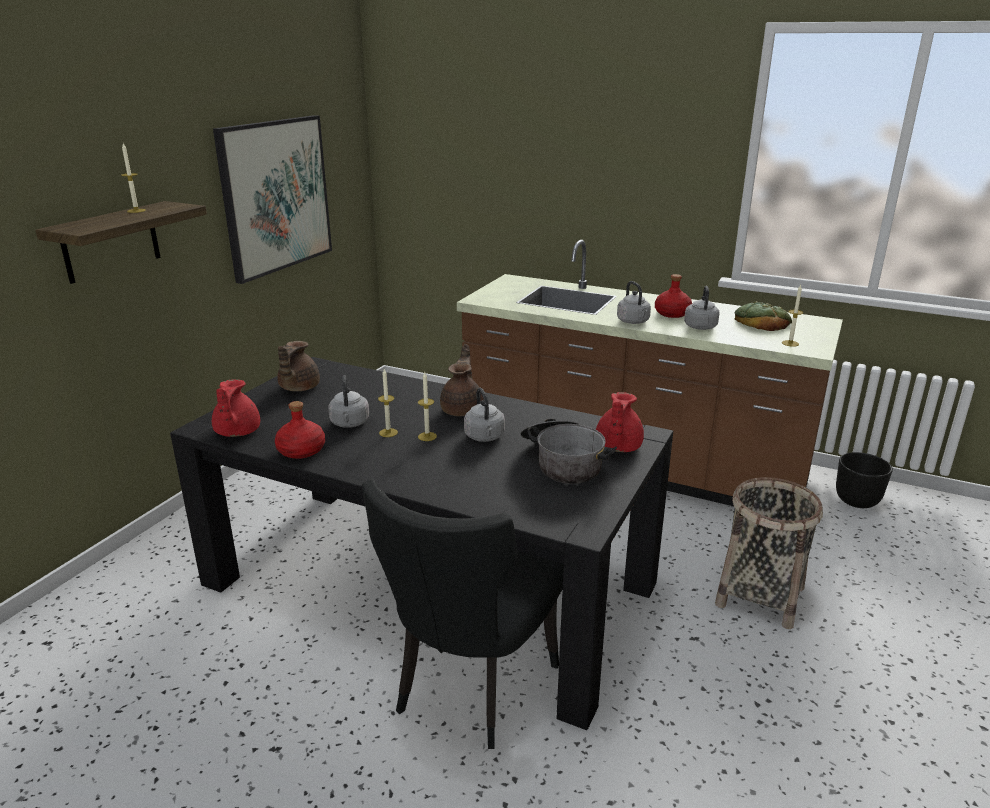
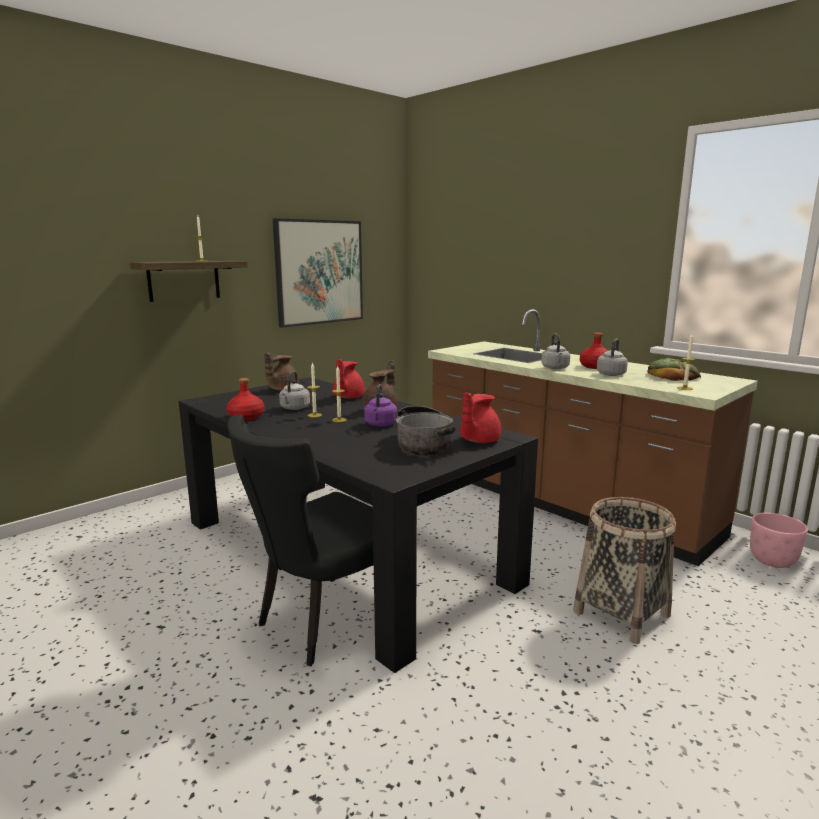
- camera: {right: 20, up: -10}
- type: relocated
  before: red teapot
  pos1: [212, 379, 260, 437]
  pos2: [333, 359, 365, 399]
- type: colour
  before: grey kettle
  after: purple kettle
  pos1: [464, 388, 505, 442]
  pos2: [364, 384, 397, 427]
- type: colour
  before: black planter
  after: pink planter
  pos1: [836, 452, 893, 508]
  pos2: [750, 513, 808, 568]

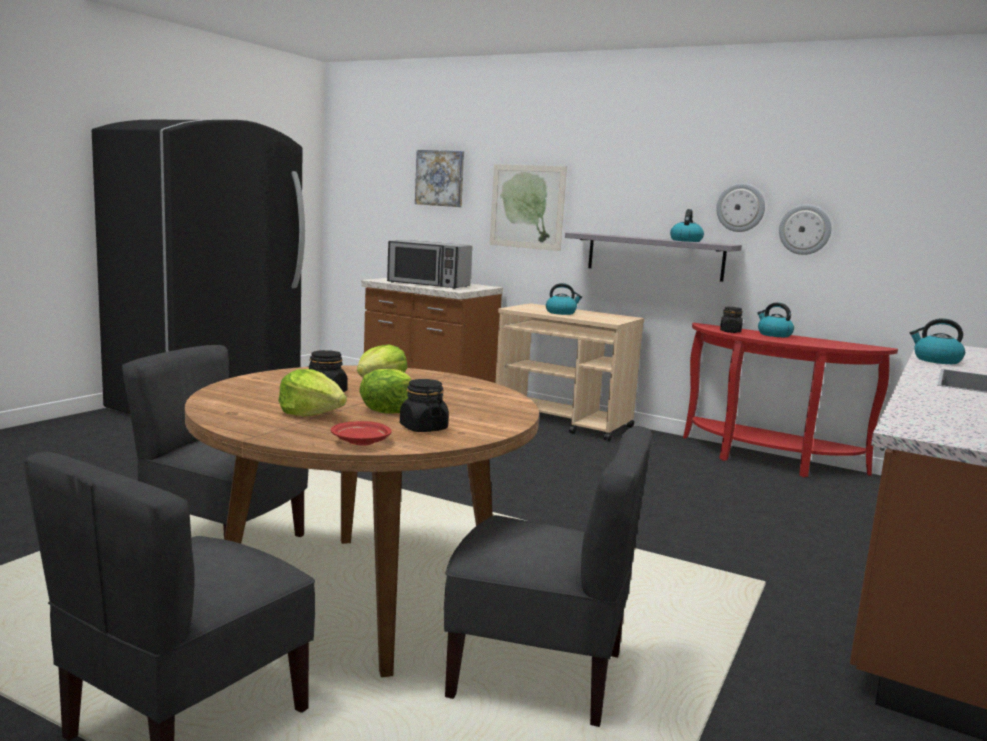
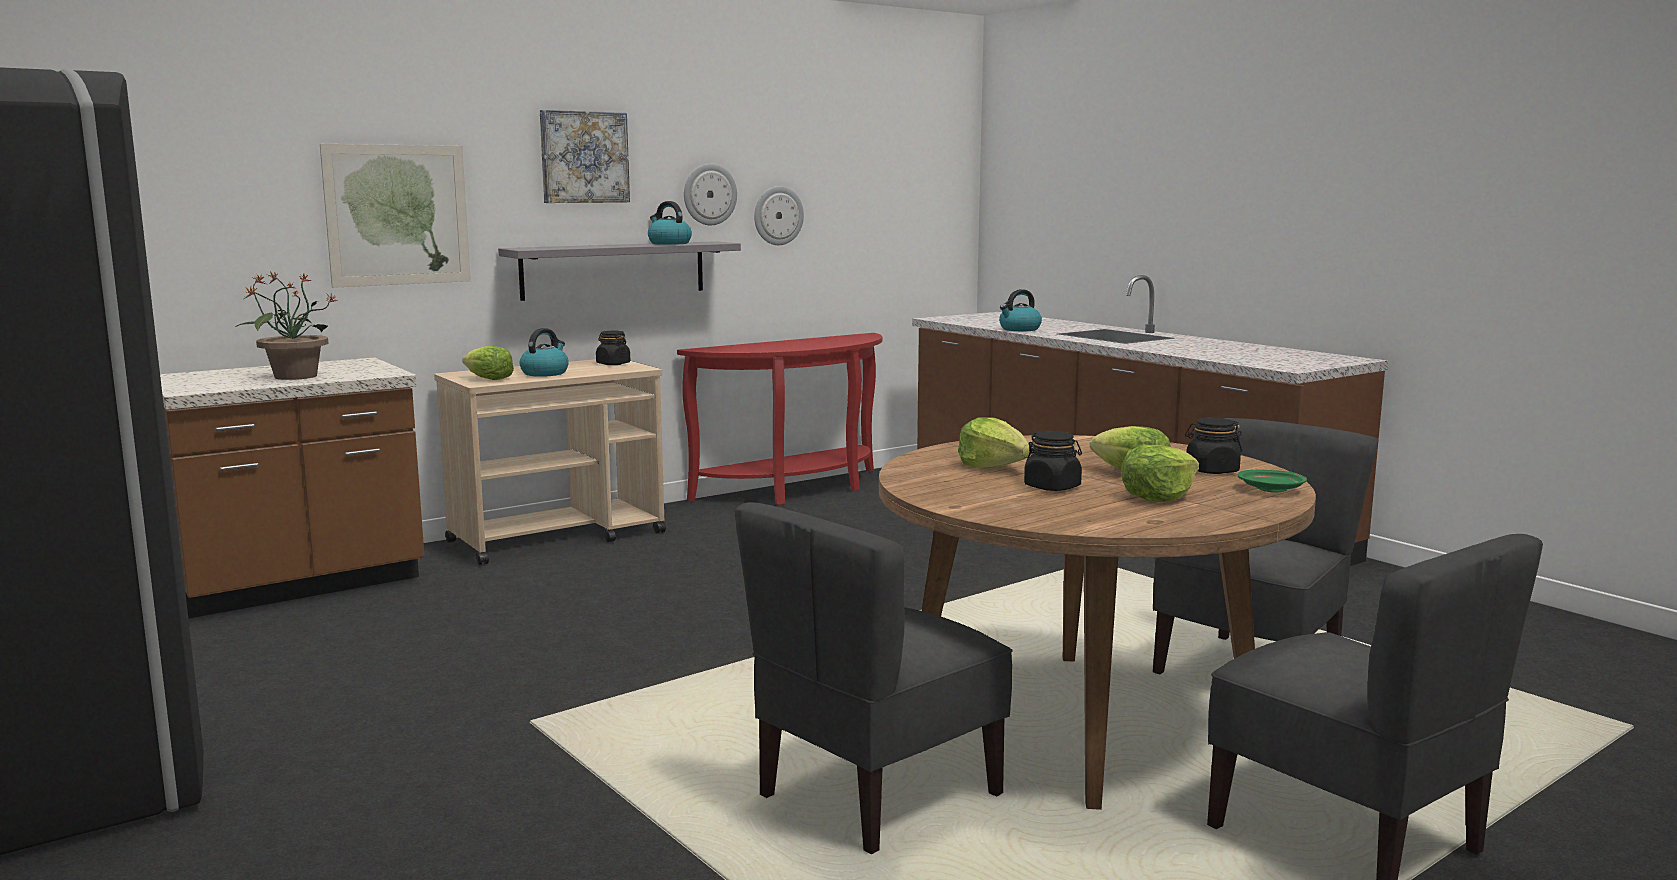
- camera: {right: -65, up: 0}
- type: colour
  before: red plate
  after: green plate
  pos1: [331, 421, 392, 445]
  pos2: [1238, 470, 1307, 493]
- type: exchanged
  before: microwave
  after: potted plant
  pos1: [387, 240, 472, 289]
  pos2: [234, 271, 338, 380]
- type: relocated
  before: picture
  pos1: [415, 150, 464, 207]
  pos2: [540, 110, 630, 203]
- type: relocated
  before: black jar
  pos1: [720, 307, 743, 333]
  pos2: [596, 331, 630, 365]
- type: missing
  before: kettle
  pos1: [757, 302, 794, 337]
- type: appeared
  after: lettuce
  pos2: [462, 346, 514, 380]

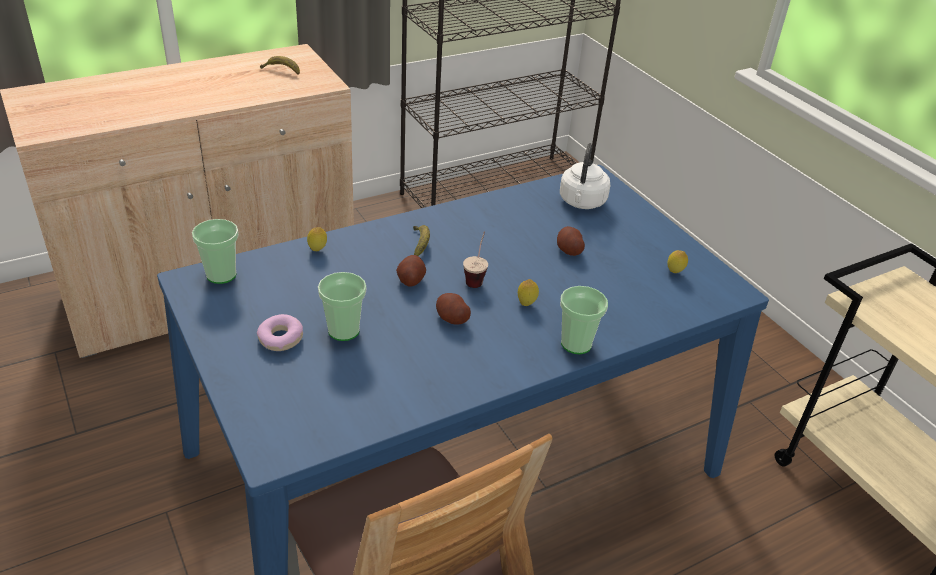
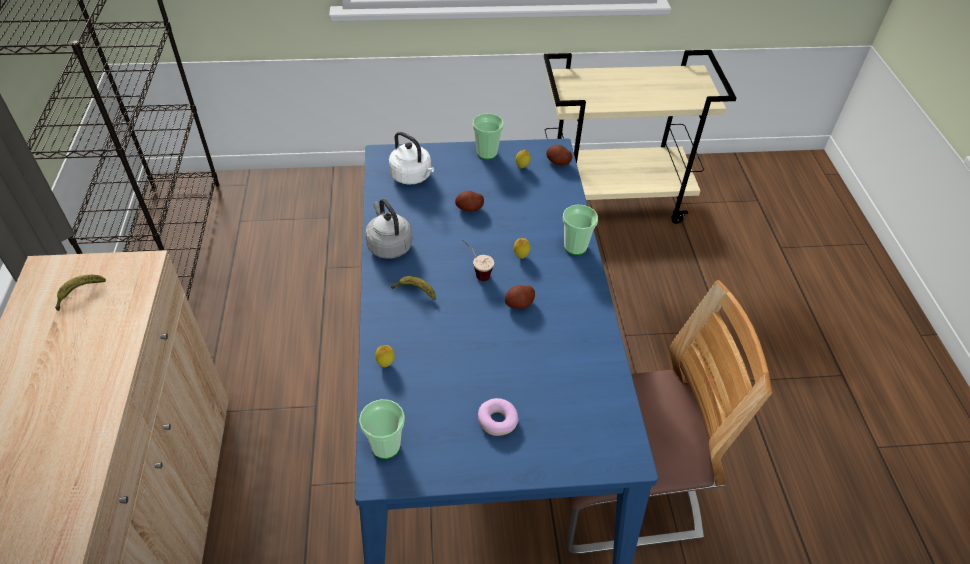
- camera: {right: -65, up: 10}
- type: relocated
  before: cup
  pos1: [318, 272, 366, 341]
  pos2: [472, 113, 504, 160]
- type: relocated
  before: potato
  pos1: [396, 255, 426, 287]
  pos2: [546, 145, 573, 166]
- type: appeared
  after: grey kettle
  pos2: [366, 199, 412, 259]

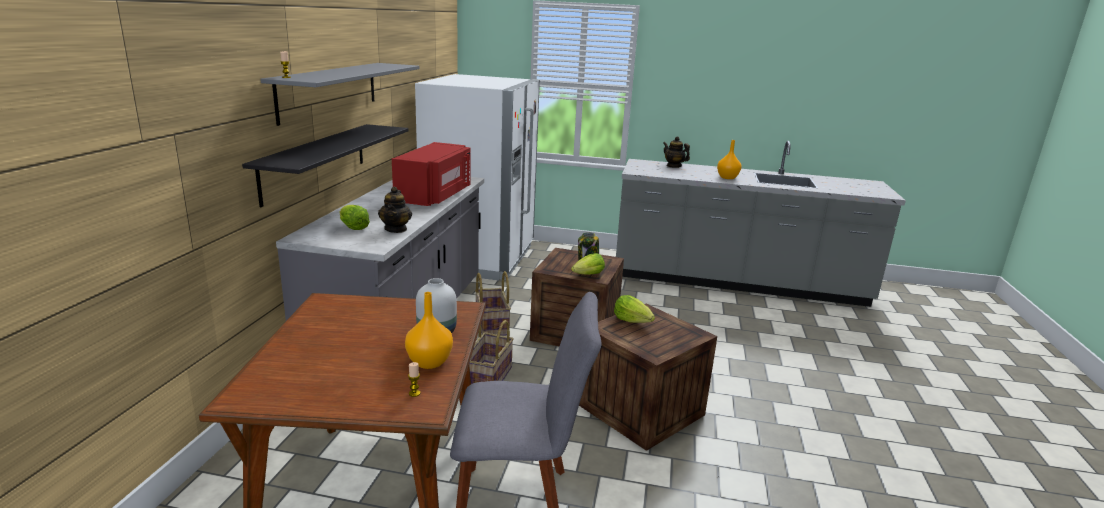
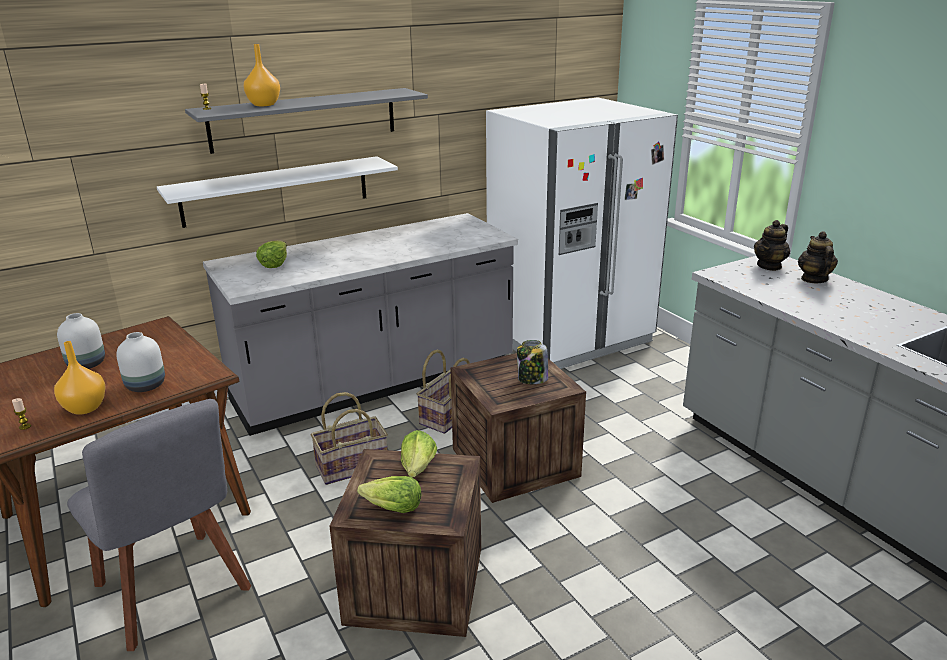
- camera: {right: 50, up: 5}
- type: colour
  before: black shelf
  after: white shelf
  pos1: [242, 124, 408, 207]
  pos2: [157, 156, 398, 228]
- type: relocated
  before: teapot
  pos1: [378, 187, 412, 233]
  pos2: [754, 220, 790, 271]
- type: missing
  before: red microwave
  pos1: [392, 142, 471, 206]
- type: relocated
  before: lettuce
  pos1: [571, 253, 605, 275]
  pos2: [357, 476, 422, 513]
- type: relocated
  before: orange vase
  pos1: [717, 140, 742, 179]
  pos2: [243, 44, 280, 106]
- type: appeared
  after: white vase
  pos2: [57, 313, 105, 369]

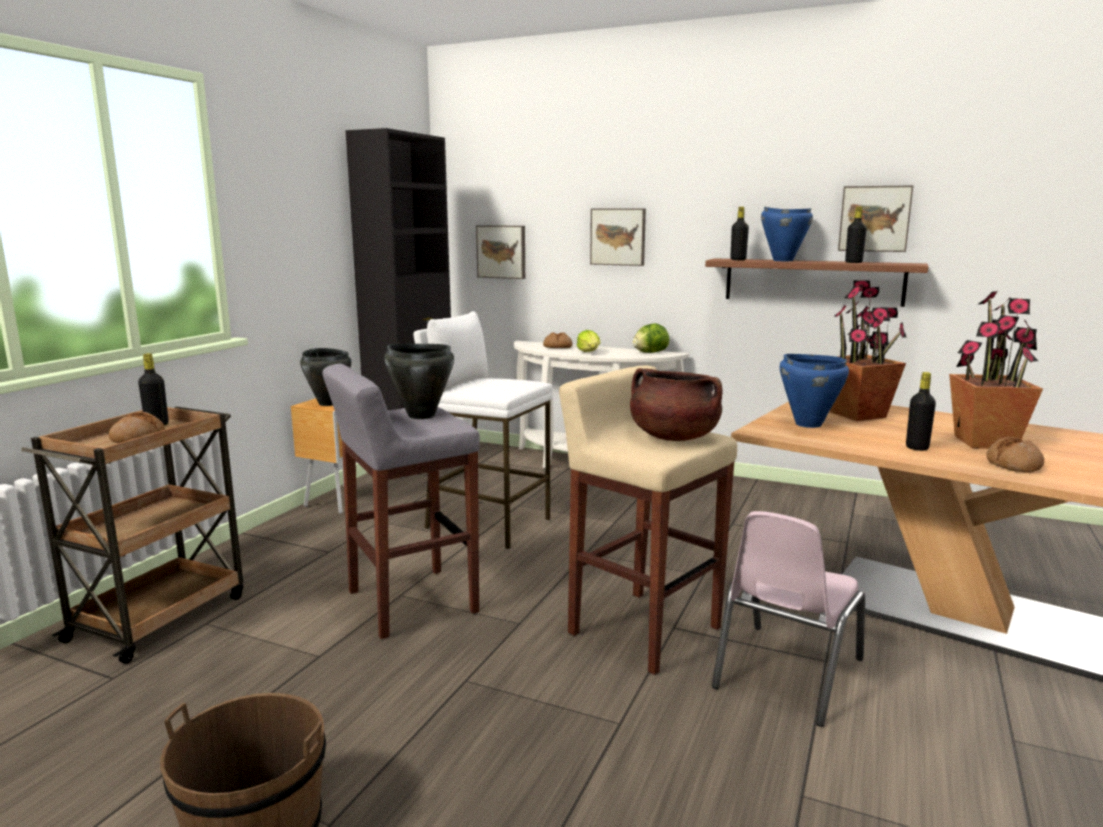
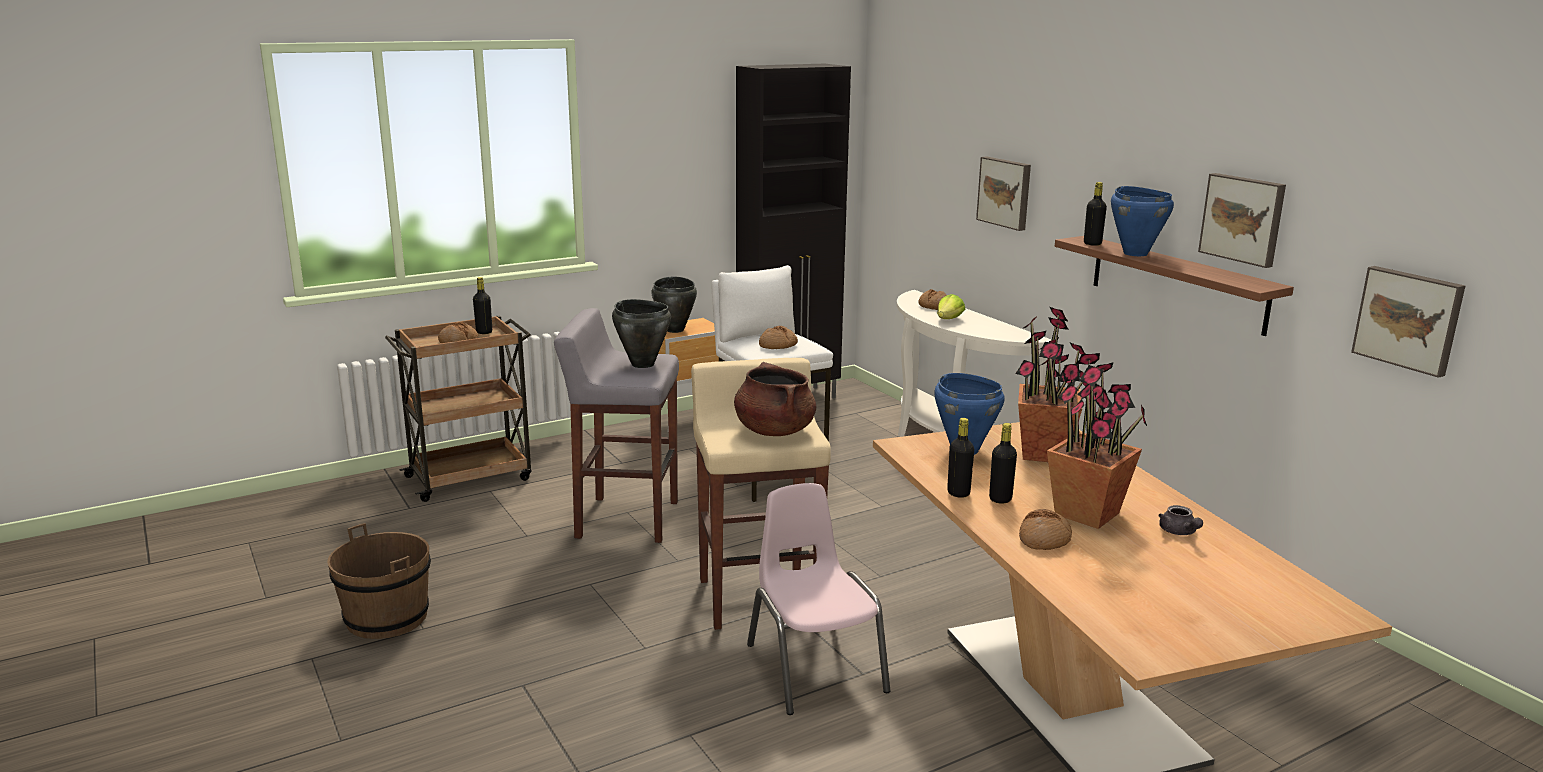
- camera: {right: 35, up: 5}
- type: relocated
  before: picture
  pos1: [476, 225, 525, 279]
  pos2: [1351, 266, 1465, 378]
- type: missing
  before: lettuce
  pos1: [633, 323, 669, 353]
- type: spun
  before: pink chair
  pos1: [712, 511, 865, 727]
  pos2: [747, 483, 890, 715]
  turn: 90
- type: relocated
  before: black bottle
  pos1: [845, 206, 867, 263]
  pos2: [947, 418, 974, 498]
- type: appeared
  after: bread
  pos2: [759, 326, 798, 349]
- type: appeared
  after: grey teapot
  pos2: [1158, 505, 1203, 535]

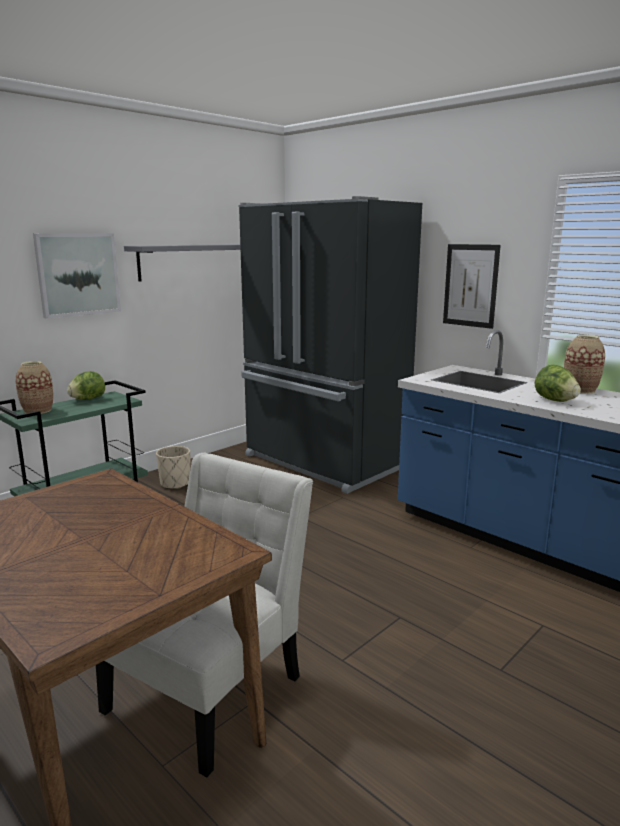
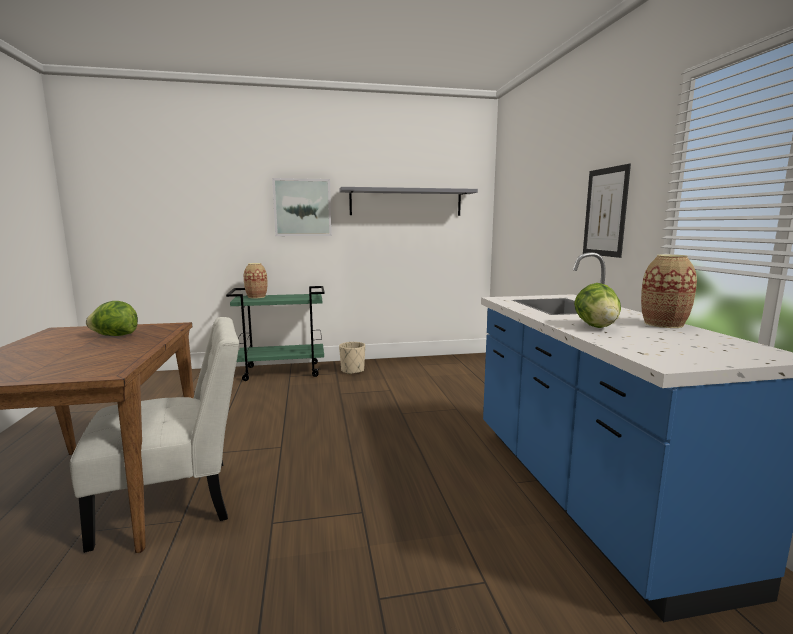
- camera: {right: 35, up: -5}
- type: relocated
  before: lettuce
  pos1: [67, 371, 105, 400]
  pos2: [86, 301, 138, 336]
- type: missing
  before: black fridge
  pos1: [239, 196, 422, 494]

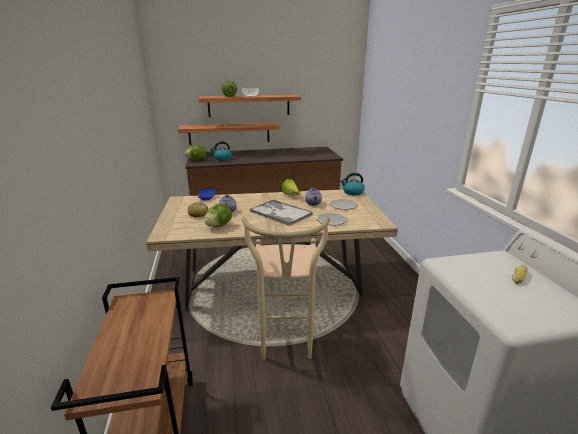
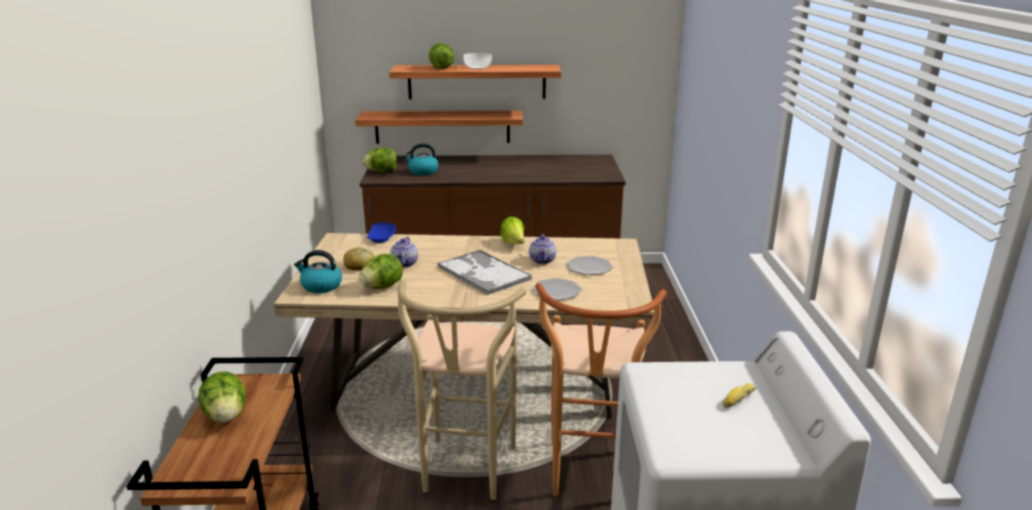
- camera: {right: 10, up: 0}
- type: relocated
  before: kettle
  pos1: [340, 173, 365, 195]
  pos2: [294, 250, 342, 293]
- type: appeared
  after: lettuce
  pos2: [198, 371, 246, 423]
- type: appeared
  after: brown stool
  pos2: [535, 283, 667, 496]

